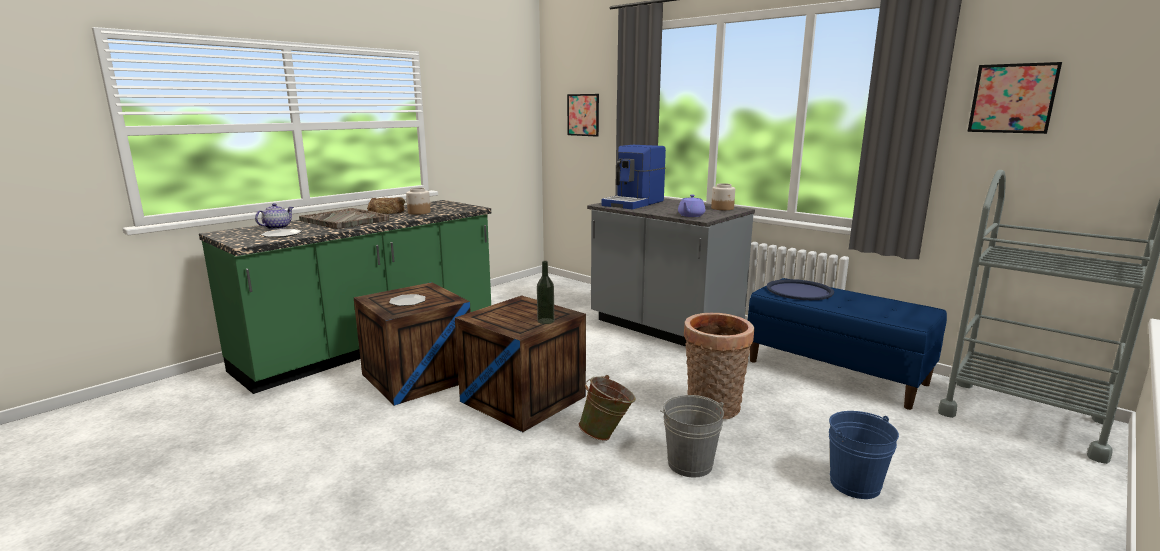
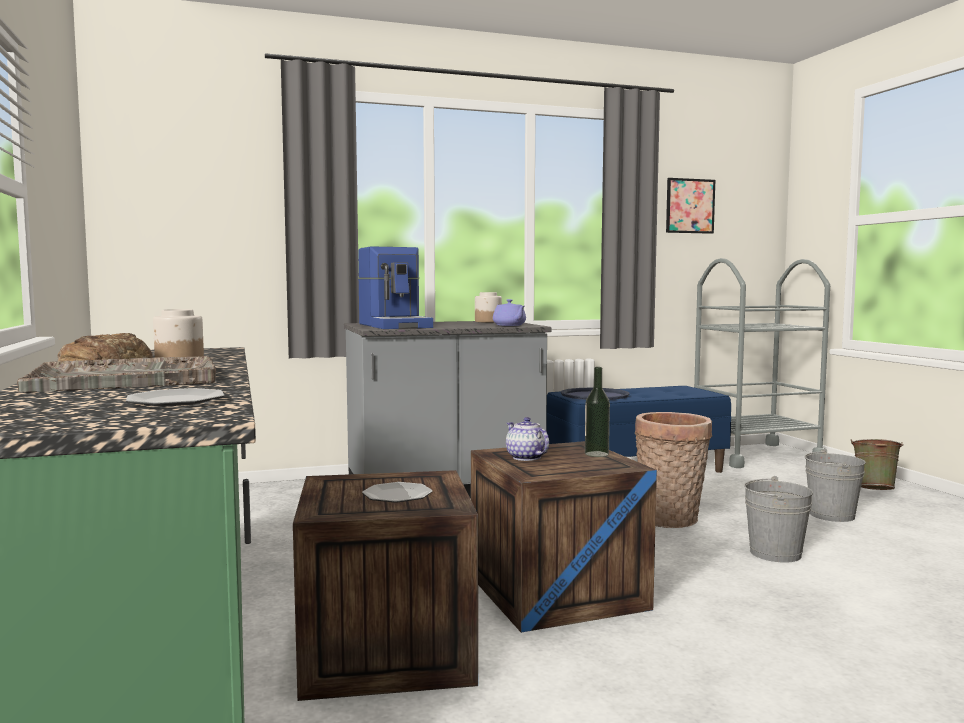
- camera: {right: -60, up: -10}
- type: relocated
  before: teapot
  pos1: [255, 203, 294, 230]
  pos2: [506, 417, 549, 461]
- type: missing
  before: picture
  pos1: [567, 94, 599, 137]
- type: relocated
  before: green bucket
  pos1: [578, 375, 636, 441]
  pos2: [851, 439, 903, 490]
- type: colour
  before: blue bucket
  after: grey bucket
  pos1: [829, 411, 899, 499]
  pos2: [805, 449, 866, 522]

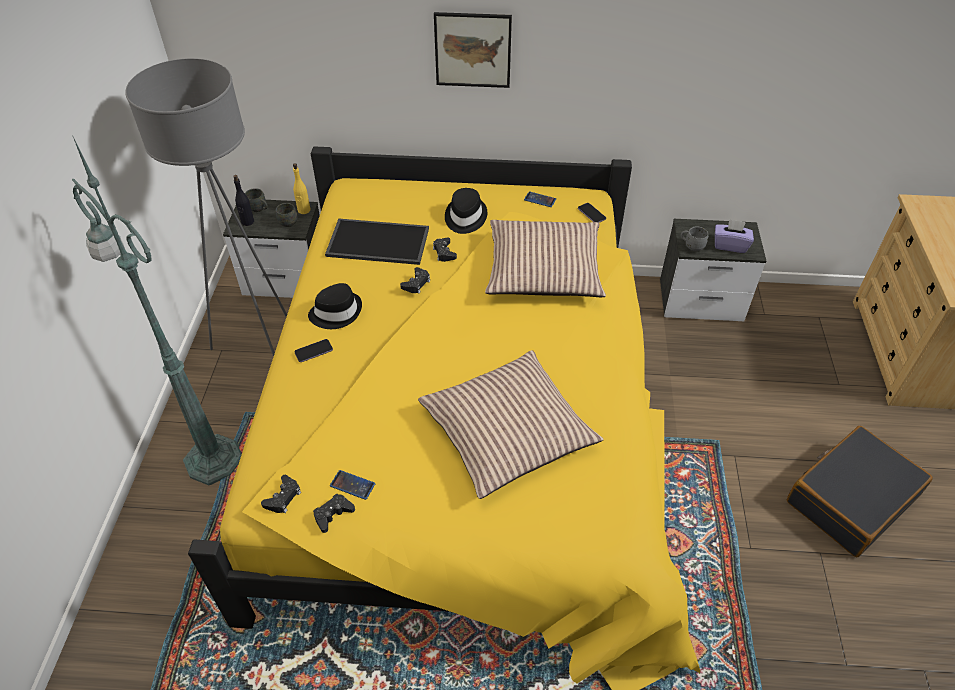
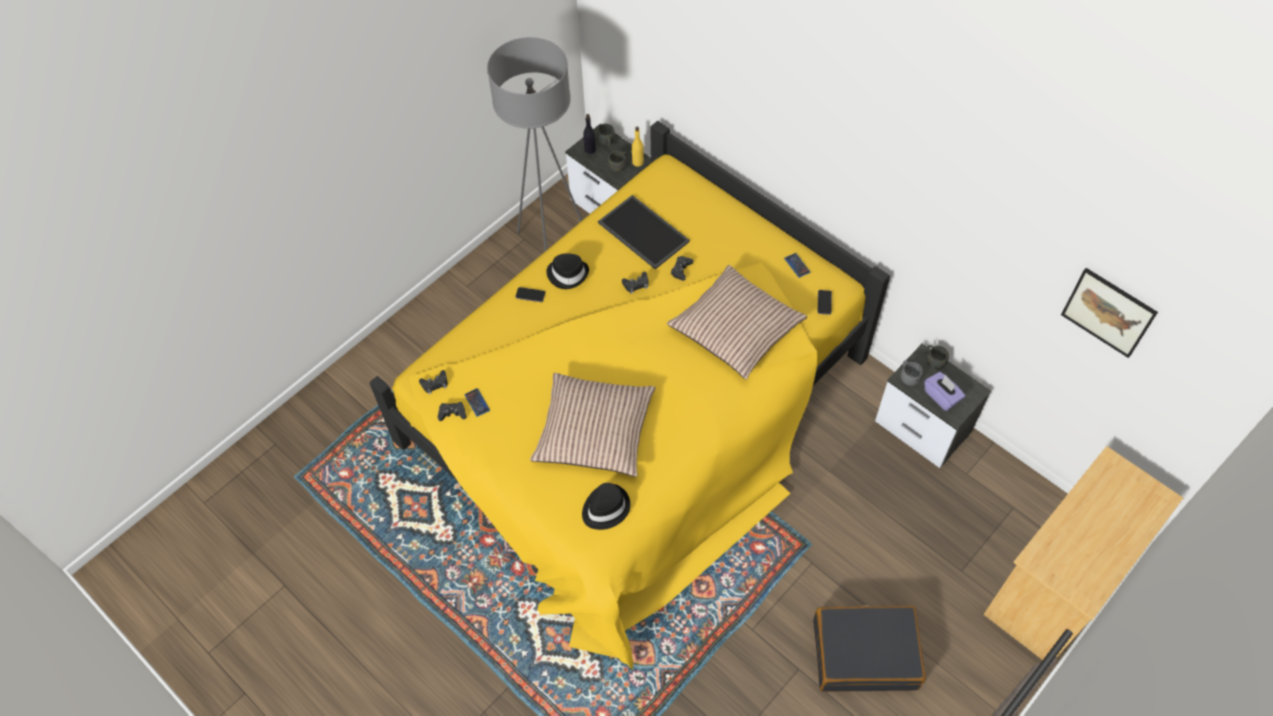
- camera: {right: 40, up: 10}
- type: missing
  before: green floor lamp
  pos1: [72, 137, 242, 485]
- type: relocated
  before: picture
  pos1: [434, 12, 512, 88]
  pos2: [1061, 268, 1158, 358]
- type: relocated
  before: black hat
  pos1: [445, 188, 487, 234]
  pos2: [582, 483, 630, 530]
- type: appeared
  after: grey mug
  pos2: [927, 345, 949, 369]

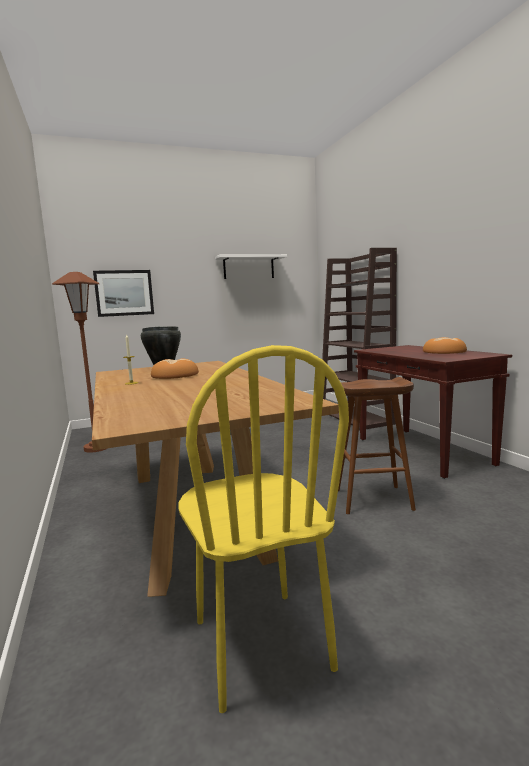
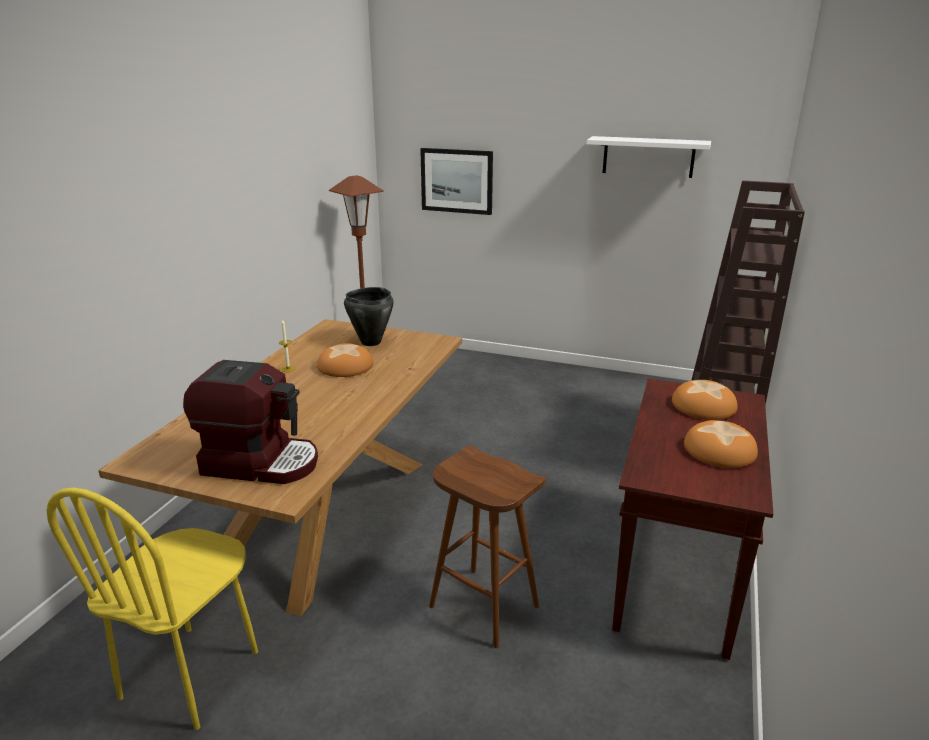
- camera: {right: 40, up: 15}
- type: appeared
  after: coffee machine
  pos2: [183, 360, 318, 484]
- type: appeared
  after: bread
  pos2: [672, 380, 738, 420]

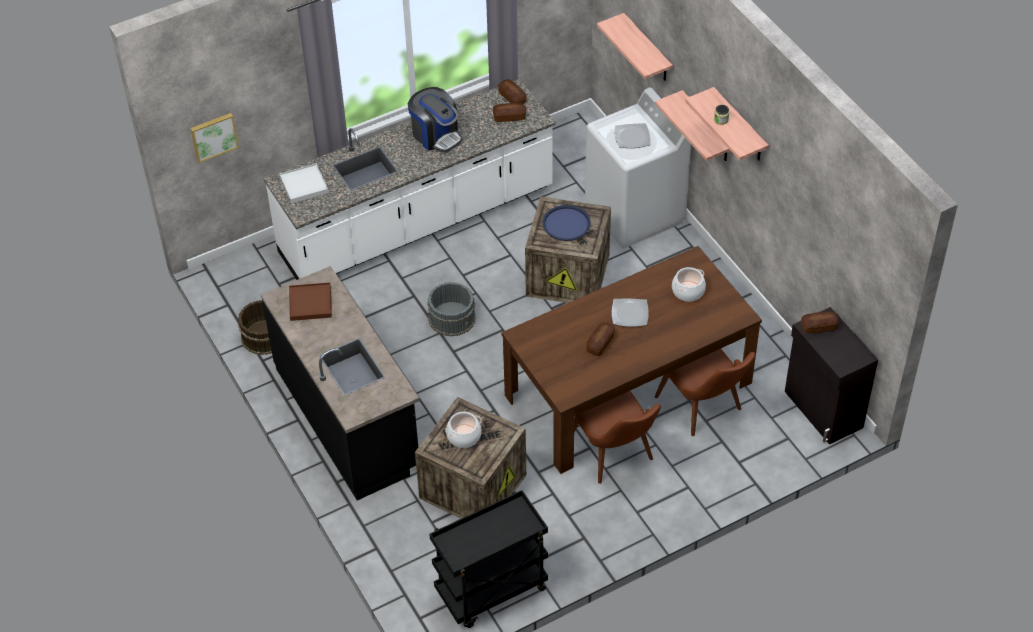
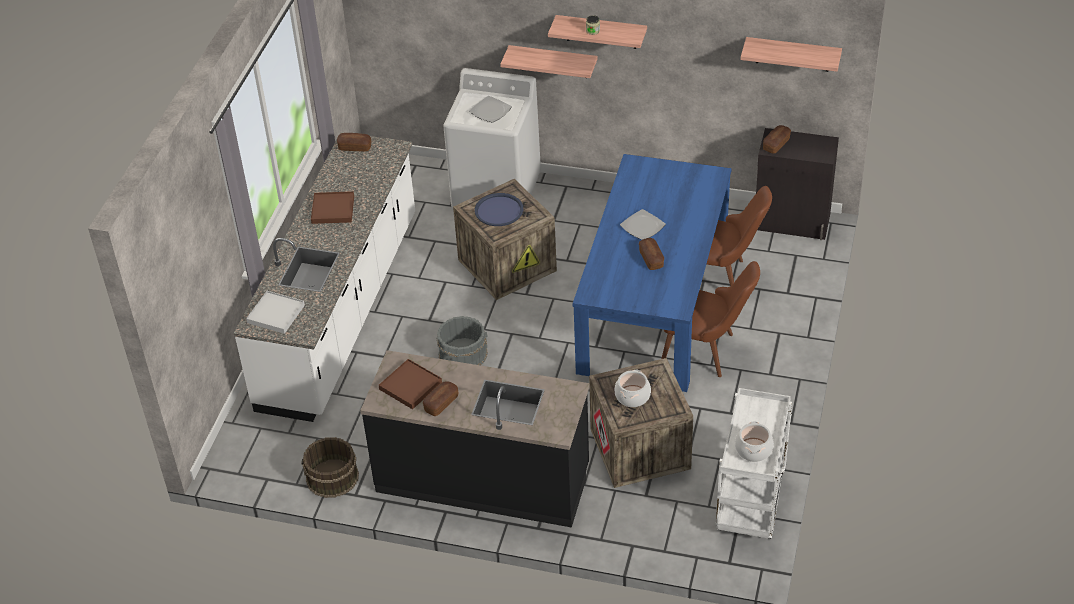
- camera: {right: -45, up: -5}
- type: missing
  before: picture
  pos1: [190, 113, 239, 163]
- type: exchanged
  before: coffee machine
  after: brown tray
  pos1: [408, 87, 463, 152]
  pos2: [311, 191, 354, 224]
- type: colour
  before: black cart
  after: white cart
  pos1: [429, 490, 548, 628]
  pos2: [716, 388, 792, 539]
- type: relocated
  before: bread
  pos1: [493, 103, 526, 122]
  pos2: [423, 381, 458, 416]
- type: colour
  before: brown dining table
  after: blue dining table
  pos1: [502, 246, 762, 474]
  pos2: [573, 154, 732, 392]
- type: relocated
  before: shelf
  pos1: [597, 13, 673, 81]
  pos2: [741, 37, 842, 72]
- type: relocated
  before: cooking pot
  pos1: [672, 267, 706, 302]
  pos2: [735, 421, 774, 462]

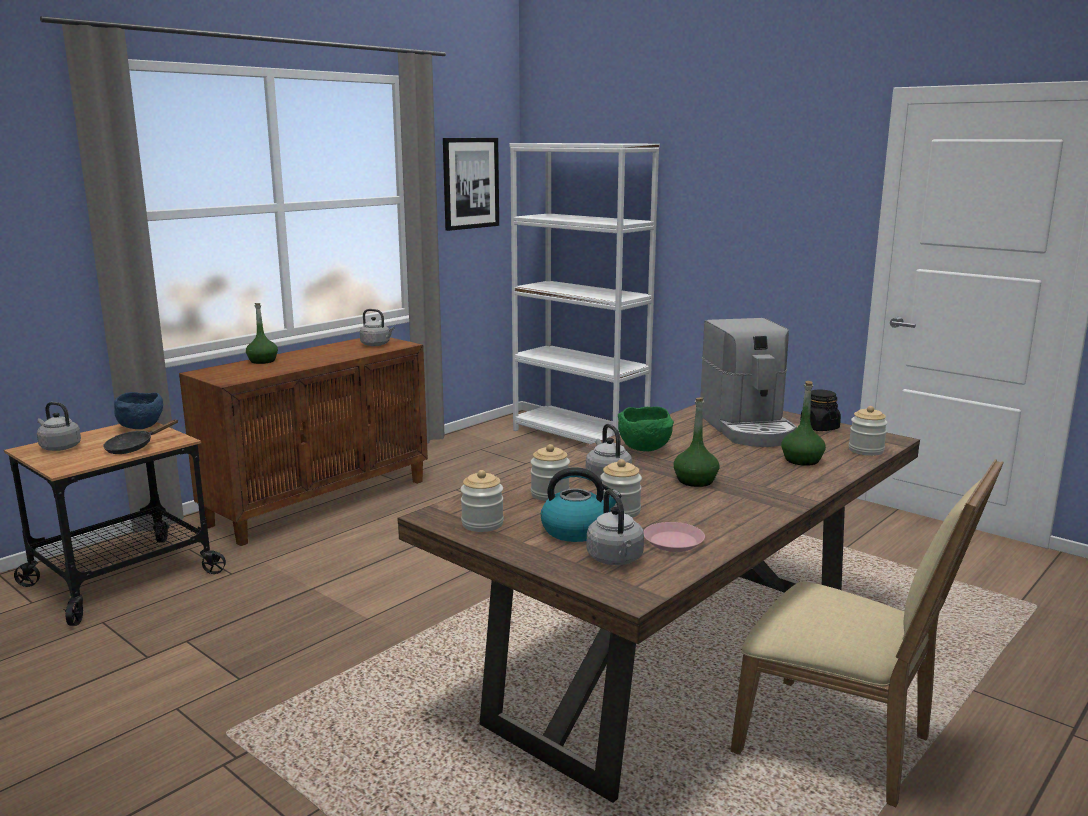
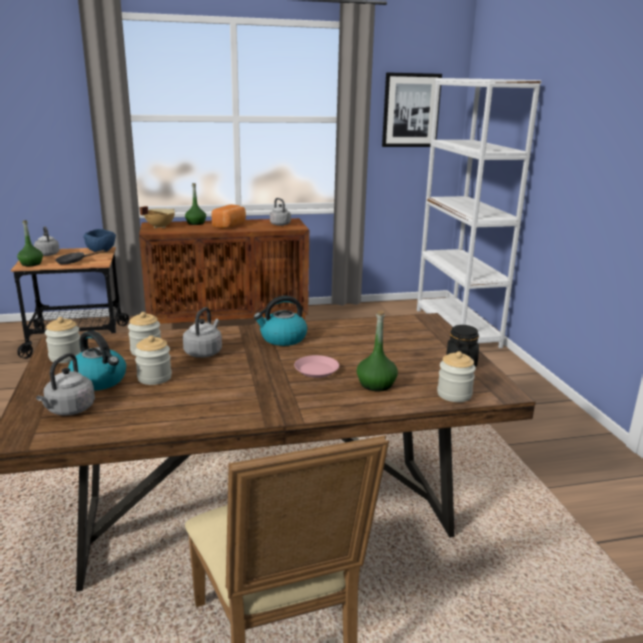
- camera: {right: 35, up: 5}
- type: exchanged
  before: green bowl
  after: kettle
  pos1: [618, 406, 674, 451]
  pos2: [254, 296, 307, 346]
- type: relocated
  before: pink plate
  pos1: [644, 522, 705, 552]
  pos2: [294, 355, 339, 378]
- type: relocated
  before: green bottle
  pos1: [673, 397, 720, 487]
  pos2: [17, 220, 43, 266]
- type: missing
  before: coffee machine
  pos1: [700, 318, 797, 447]
- type: appeared
  after: beige cooking pot
  pos2: [140, 206, 175, 228]
- type: appeared
  after: bread
  pos2: [212, 205, 246, 229]

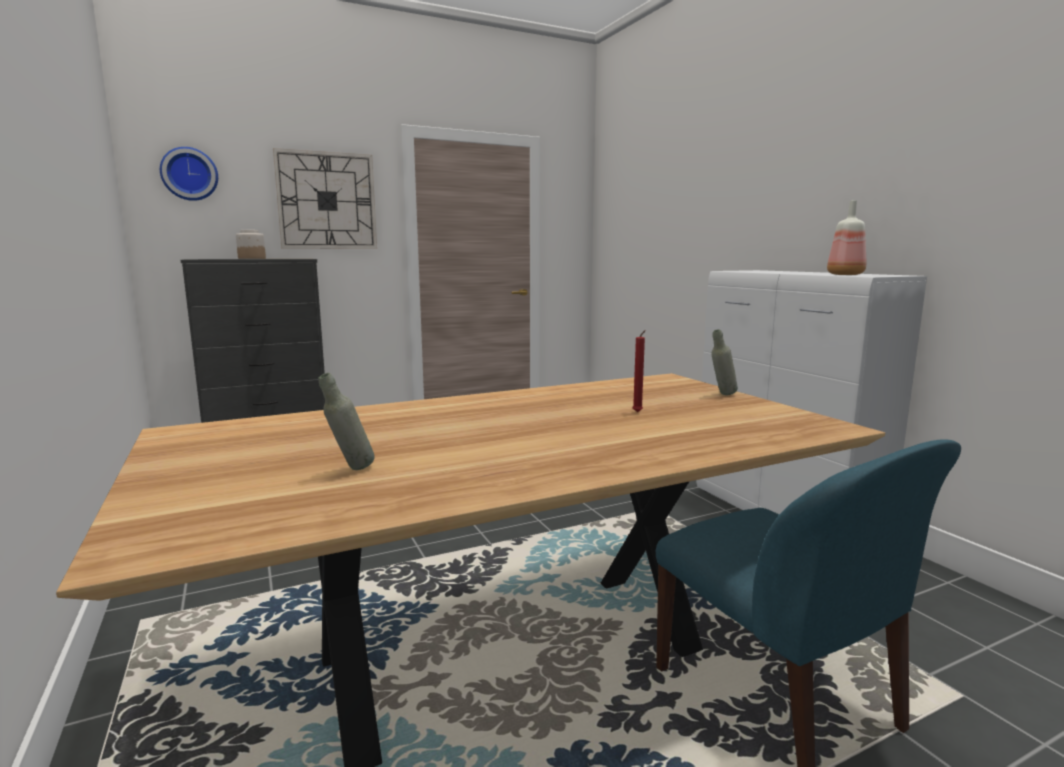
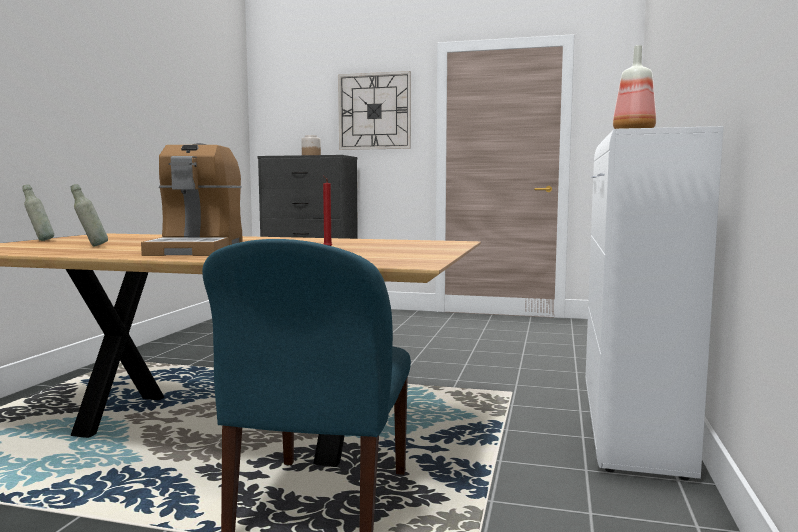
- camera: {right: 40, up: -5}
- type: missing
  before: wall clock
  pos1: [160, 147, 218, 201]
- type: relocated
  before: grey bottle
  pos1: [711, 329, 738, 395]
  pos2: [22, 184, 54, 241]
- type: appeared
  after: coffee machine
  pos2: [141, 143, 243, 256]

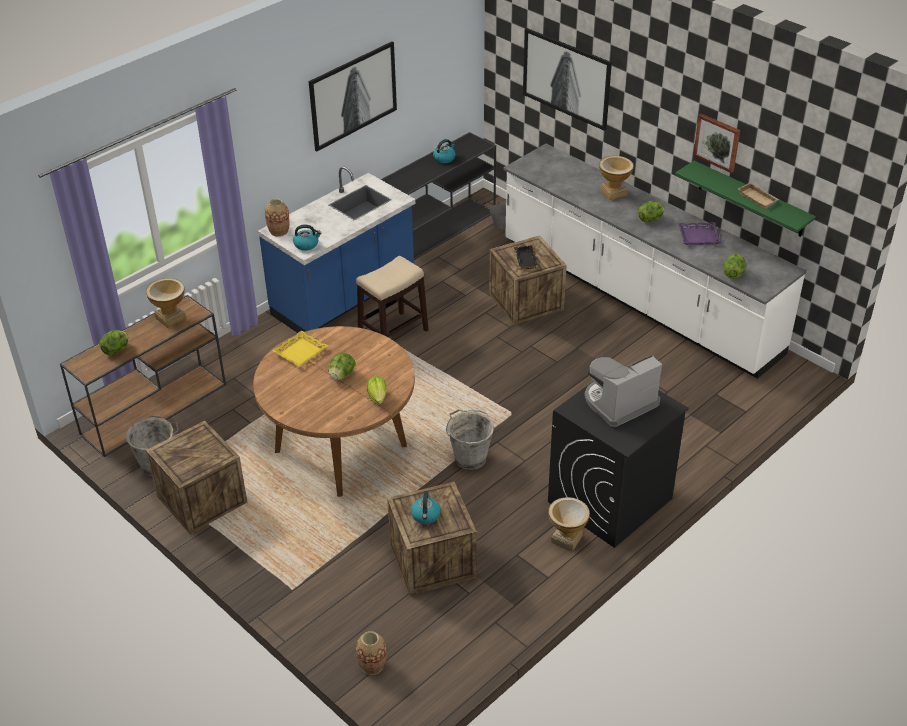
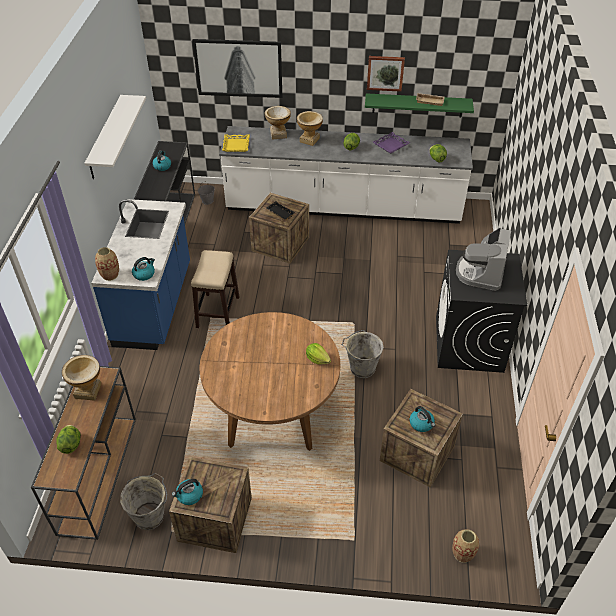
- camera: {right: -40, up: 5}
- type: relocated
  before: yellow tray
  pos1: [272, 330, 328, 367]
  pos2: [222, 135, 250, 152]
- type: exchanged
  before: picture
  after: white shelf
  pos1: [308, 41, 397, 152]
  pos2: [84, 95, 146, 179]
- type: missing
  before: lettuce
  pos1: [328, 353, 356, 381]
- type: relocated
  before: vase
  pos1: [548, 497, 590, 551]
  pos2: [265, 106, 291, 140]
- type: appeared
  after: kettle
  pos2: [172, 479, 203, 505]

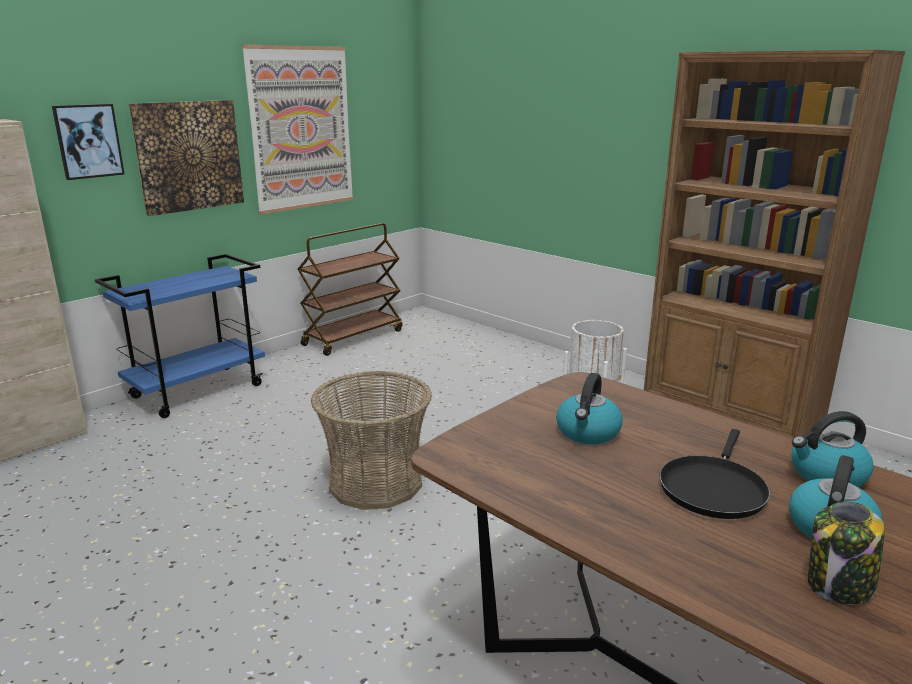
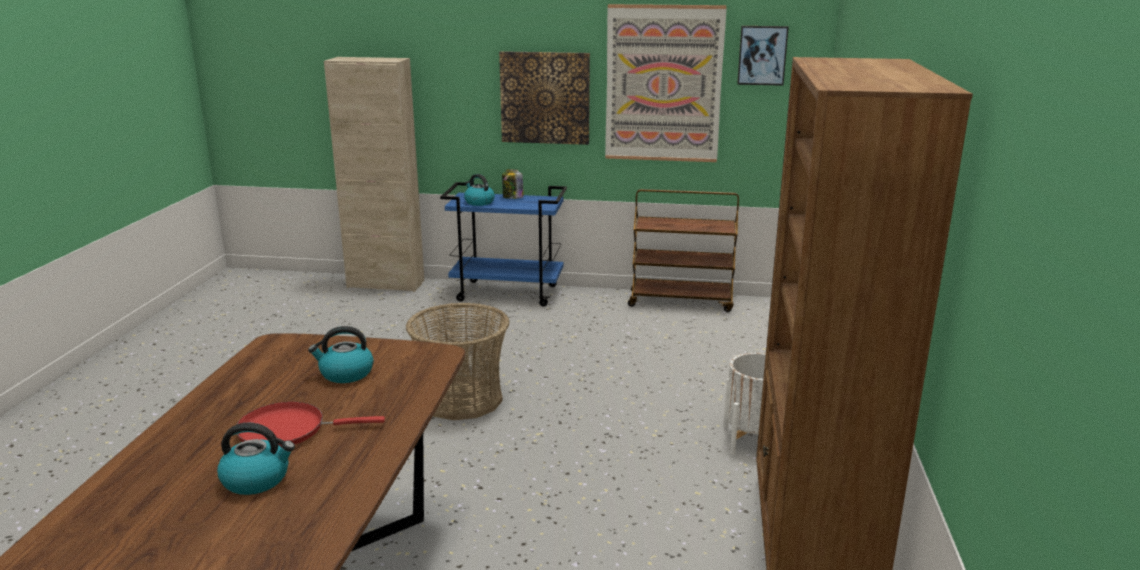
- camera: {right: 55, up: 0}
- type: relocated
  before: picture
  pos1: [52, 104, 125, 180]
  pos2: [737, 26, 789, 86]
- type: colour
  before: black frying pan
  after: red frying pan
  pos1: [660, 429, 770, 519]
  pos2: [237, 402, 385, 447]
- type: relocated
  before: kettle
  pos1: [791, 411, 874, 487]
  pos2: [464, 174, 495, 206]
- type: relocated
  before: jar
  pos1: [808, 501, 885, 604]
  pos2: [502, 169, 524, 199]

